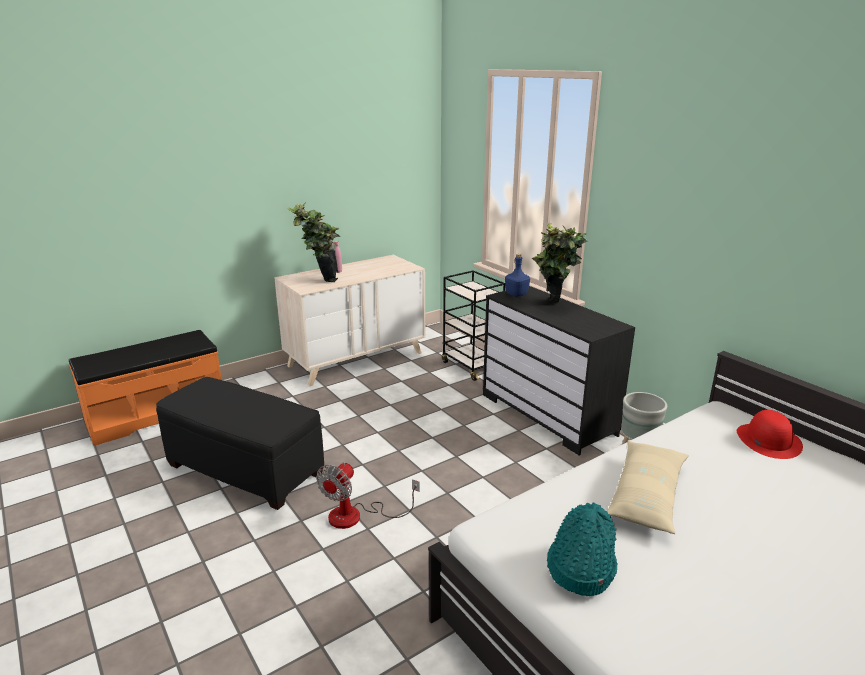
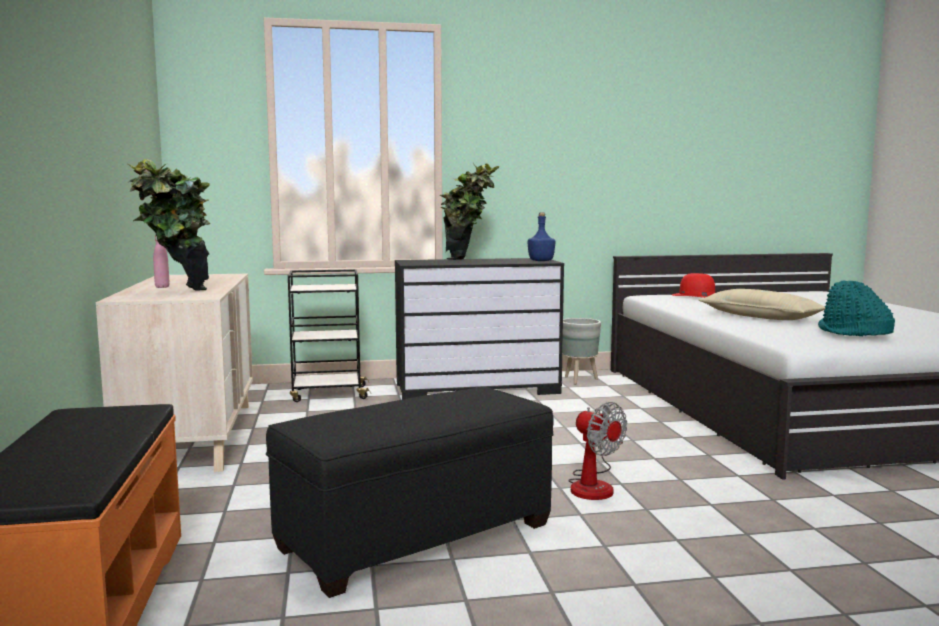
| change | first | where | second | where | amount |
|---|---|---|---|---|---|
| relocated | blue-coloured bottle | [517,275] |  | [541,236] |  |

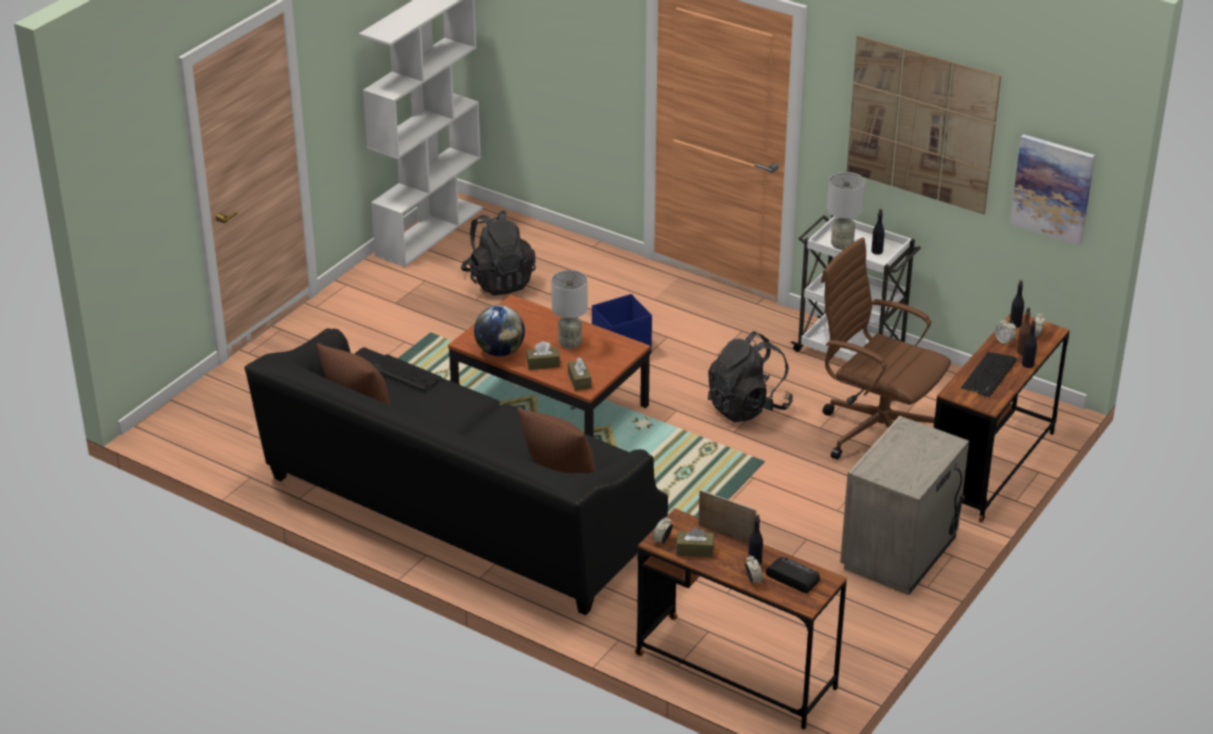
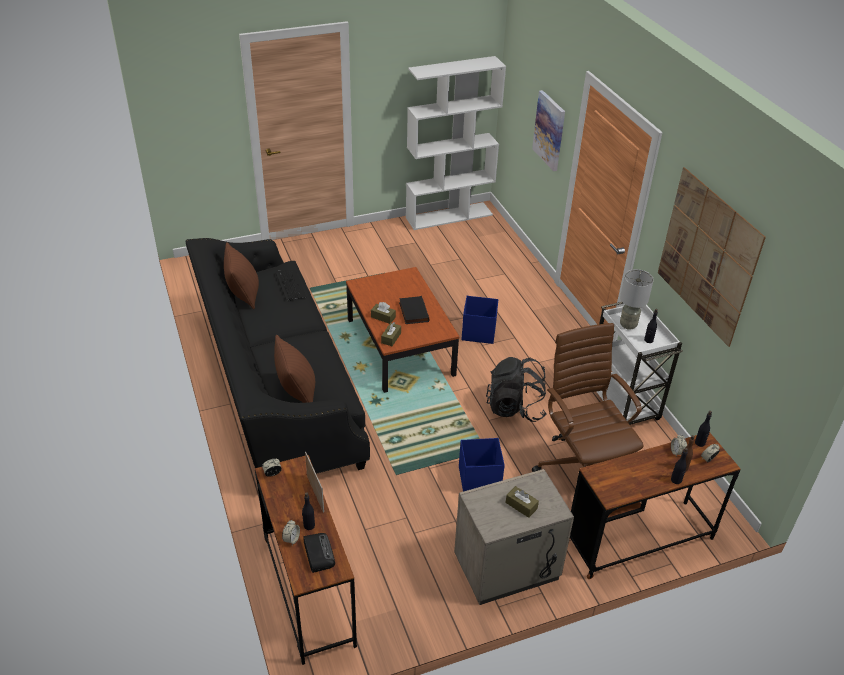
| change | first | where | second | where | amount |
|---|---|---|---|---|---|
| exchanged | grey tabletop lamp | [569,309] | blackish volume | [414,310] |  |
| appeared |  |  | blue-coloured storage container | [482,464] |  |
| relocated | brown-coloured tissue holder | [695,542] |  | [522,502] |  |
| relocated | wall picture | [1052,189] |  | [548,130] |  |
| missing | blackish rucksack | [498,253] |  |  |  |
| missing | globe | [499,330] |  |  |  |
| missing | keyboard | [989,374] |  |  |  |

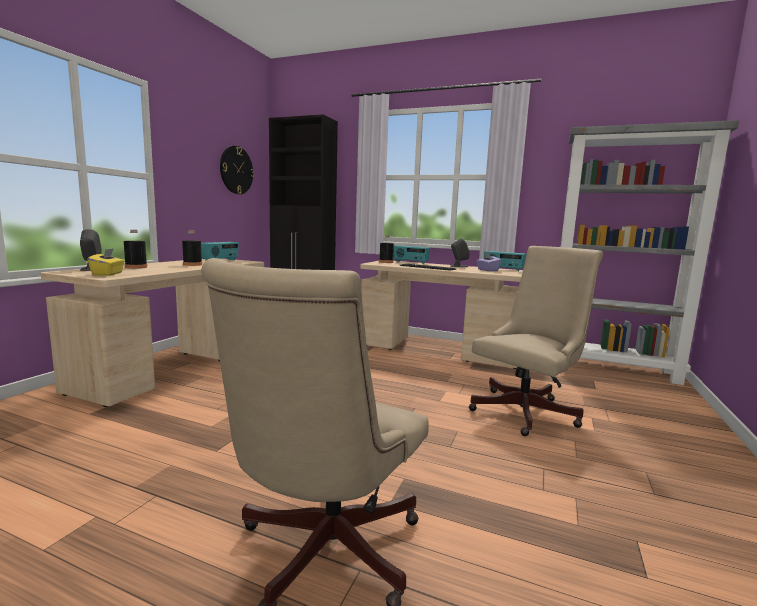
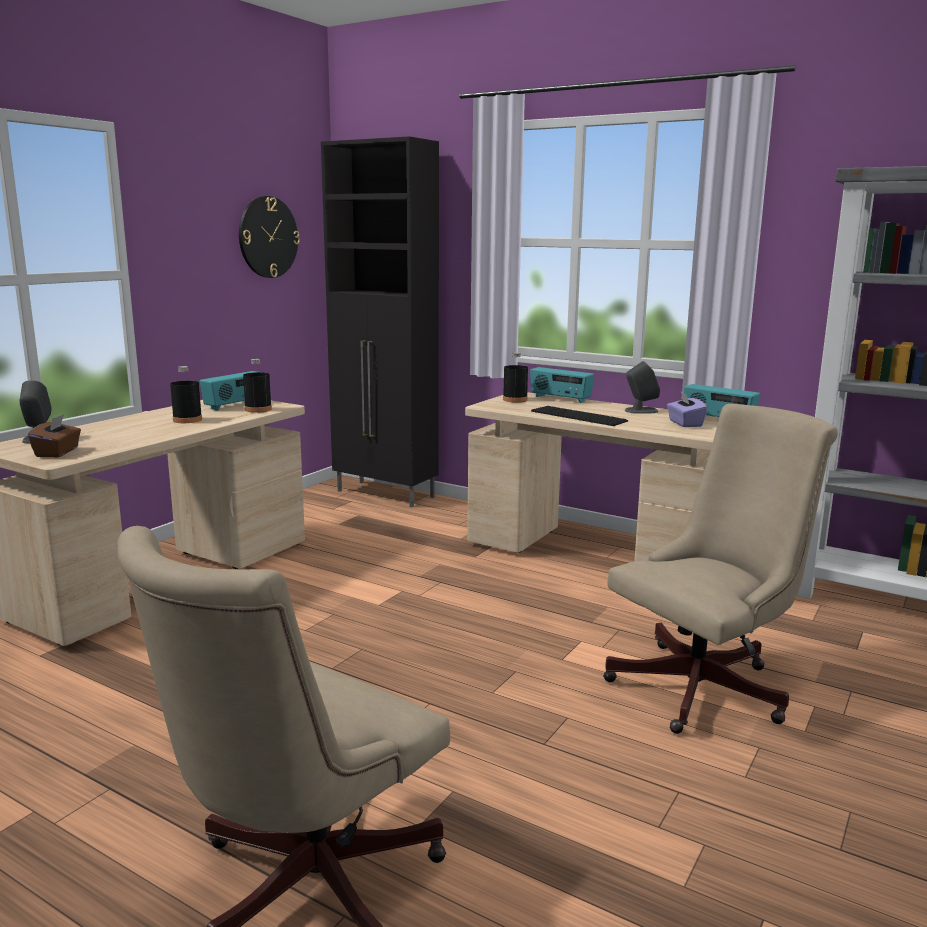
| change | first | where | second | where | amount |
|---|---|---|---|---|---|
| colour | yellowish tissue holder | [106,262] | brown-coloured tissue holder | [54,435] |  |
| relocated | blackish bottle | [135,249] |  | [257,386] |  |

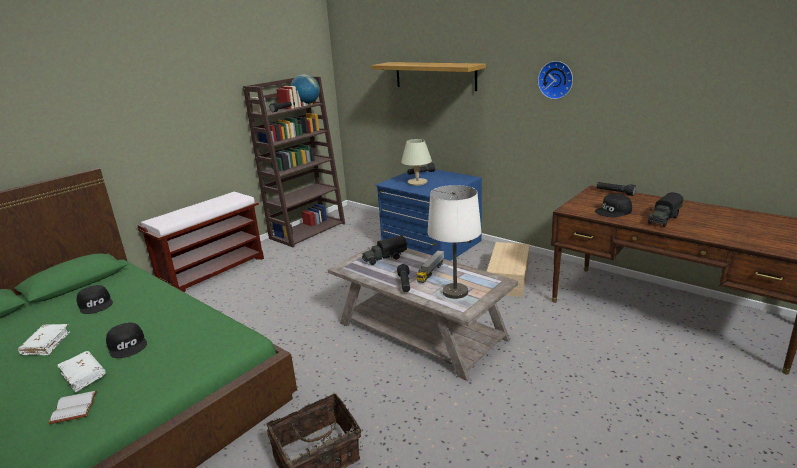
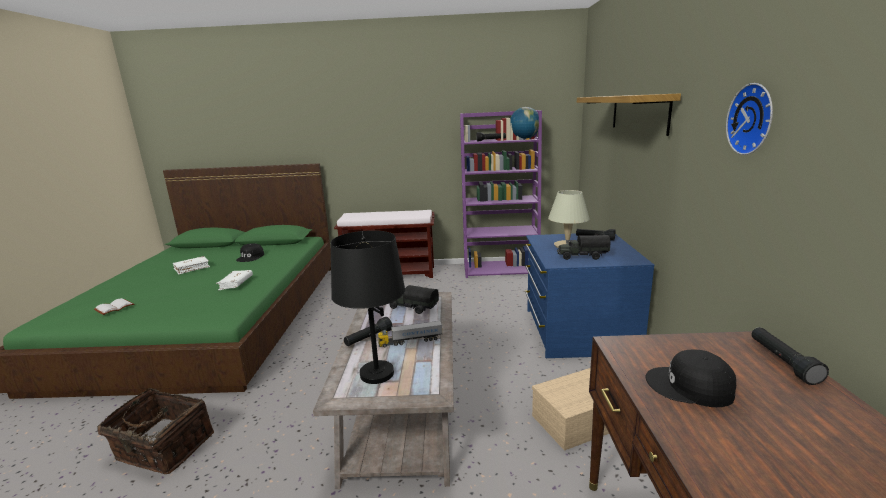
| change | first | where | second | where | amount |
|---|---|---|---|---|---|
| relocated | white-coloured volume | [81,372] |  | [234,280] |  |
| colour | white-coloured tabletop lamp | [454,242] | blackish tabletop lamp | [367,307] |  |
| colour | brown-coloured bookcase | [294,161] | purple-coloured bookcase | [501,194] |  |
| relocated | toy truck | [665,209] |  | [584,247] |  |
| missing | blackish cap | [126,340] |  |  |  |

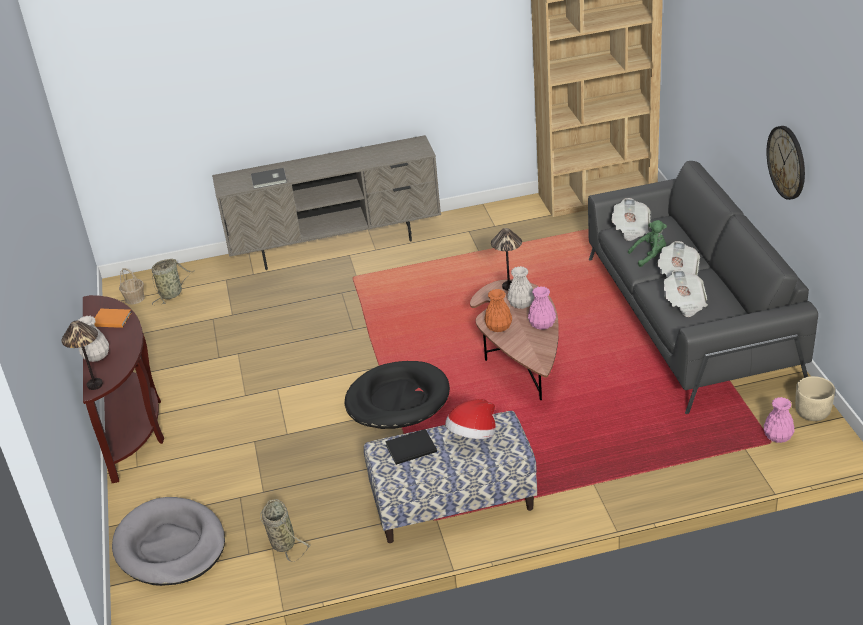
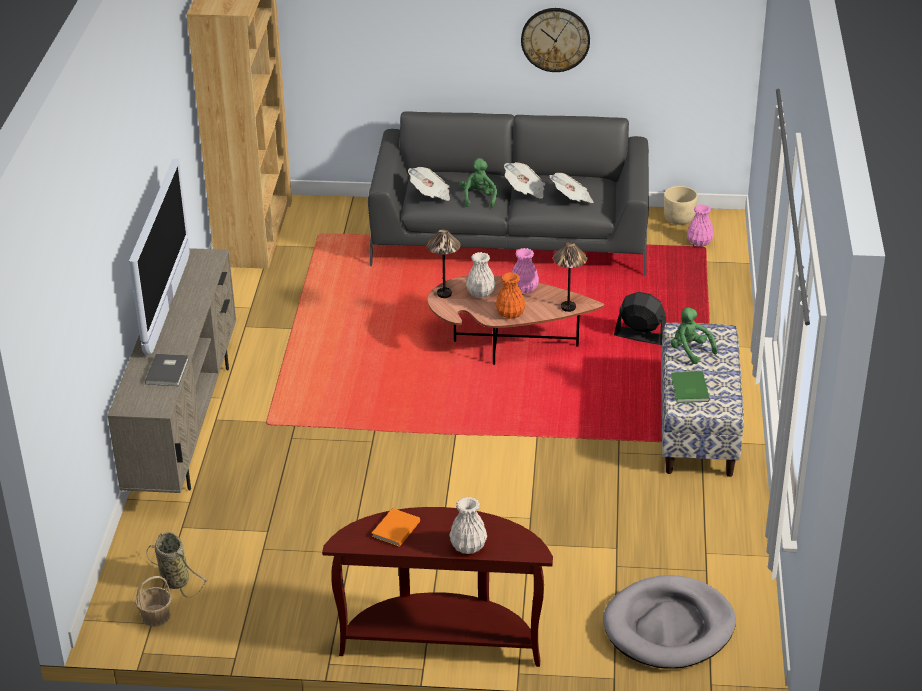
| change | first | where | second | where | amount |
|---|---|---|---|---|---|
| appeared |  |  | TV set | [159,257] |  |
| relocated | tabletop lamp | [82,355] |  | [570,277] |  |
| appeared |  |  | blackish electric fan | [640,318] |  |
| exchanged | hat | [470,419] | green soft toy | [694,336] |  |
| colour | blackish volume | [411,447] | green volume | [690,387] |  |
| missing | storage basket | [285,530] |  |  |  |
| missing | blackish dog bed | [397,395] |  |  |  |

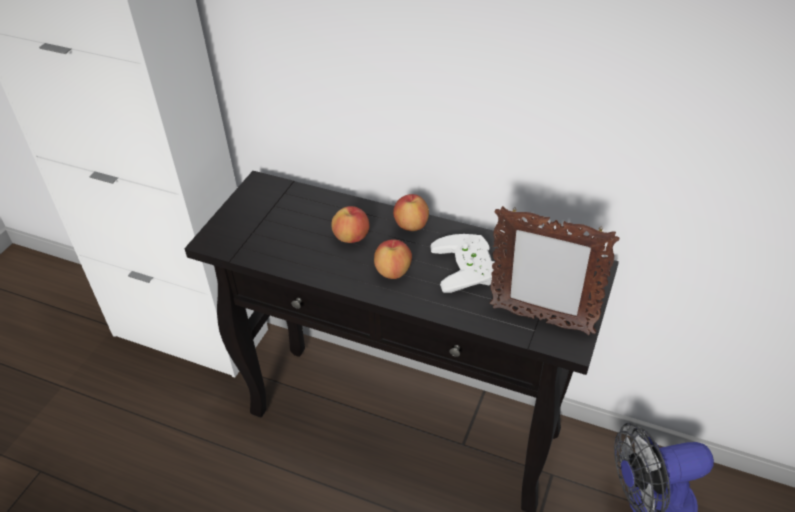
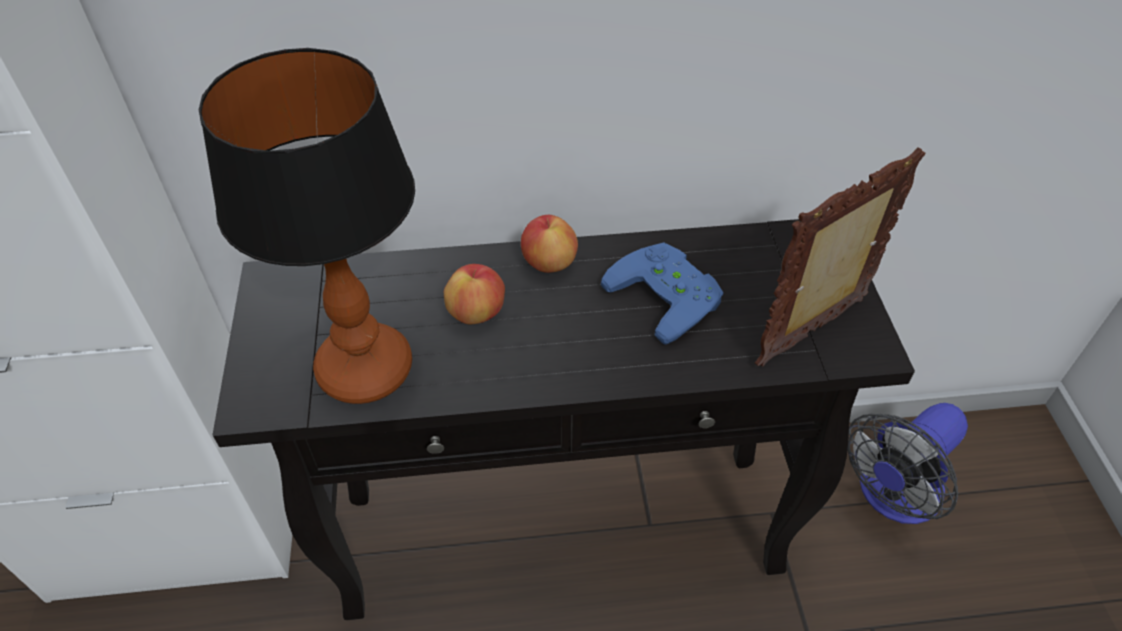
| change | first | where | second | where | amount |
|---|---|---|---|---|---|
| appeared |  |  | tabletop lamp | [307,226] |  |
| colour | white-coloured joypad | [462,263] | blue-coloured joypad | [662,293] |  |
| spun | photo frame | [555,270] |  | [840,257] | 150 degrees clockwise |
| missing | apple | [393,259] |  |  |  |

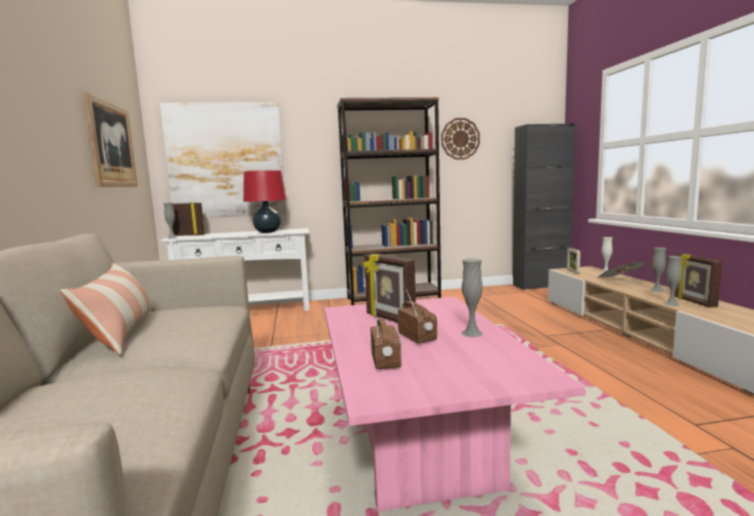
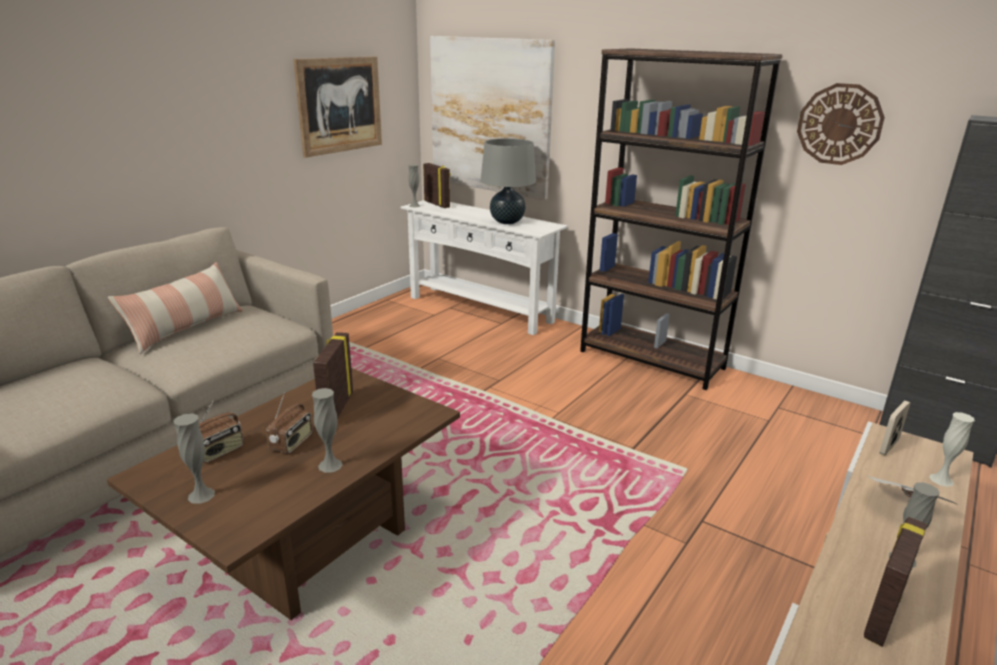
| change | first | where | second | where | amount |
|---|---|---|---|---|---|
| colour | pinkish low table | [454,404] | brown-coloured low table | [283,494] |  |
| relocated | grey vase | [673,281] |  | [194,458] |  |
| colour | red tabletop lamp | [265,201] | grey tabletop lamp | [508,181] |  |

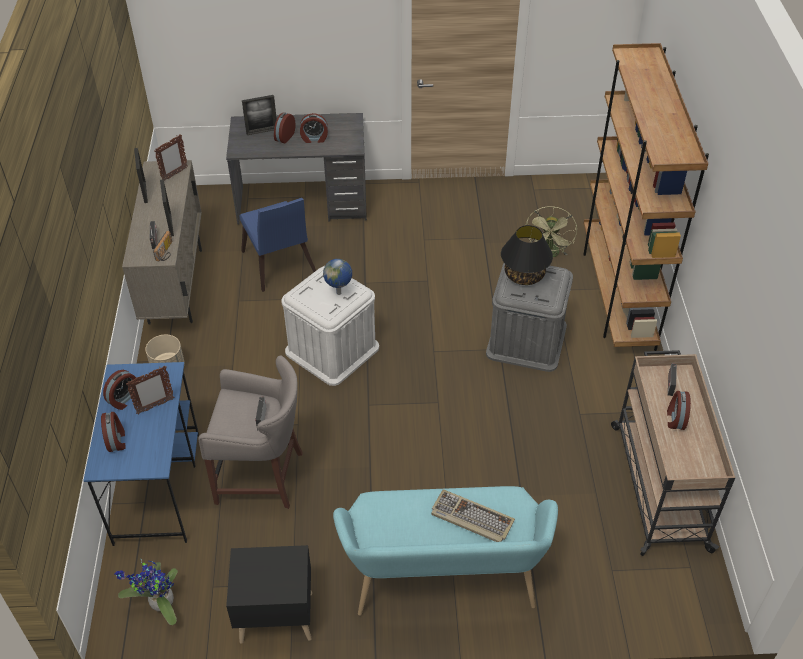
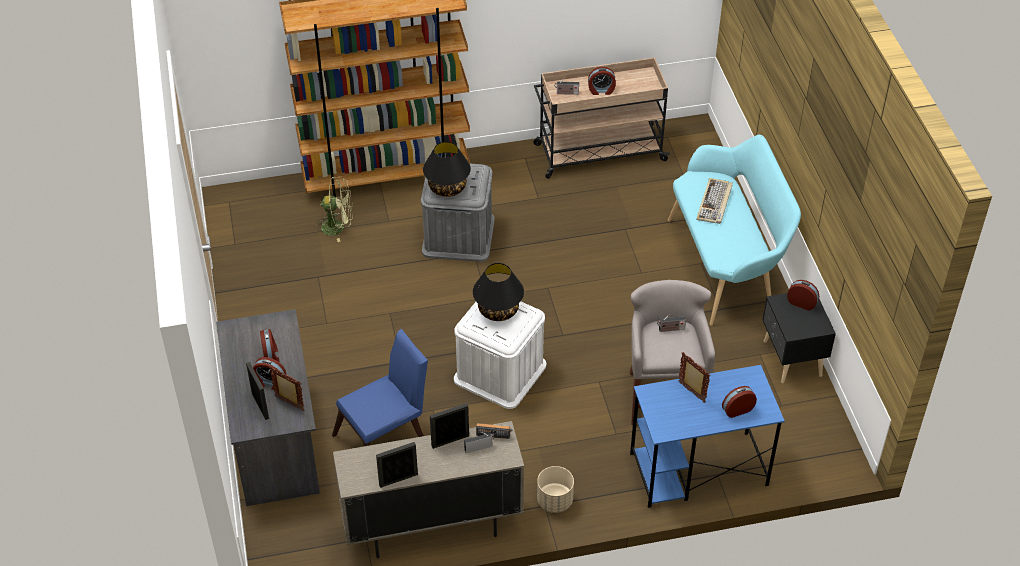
| change | first | where | second | where | amount |
|---|---|---|---|---|---|
| relocated | photo frame | [171,157] |  | [286,388] |  |
| exchanged | globe | [337,277] | blackish tabletop lamp | [498,292] |  |
| relocated | alarm clock | [120,390] |  | [803,295] |  |
| missing | potted plant | [146,592] |  |  |  |

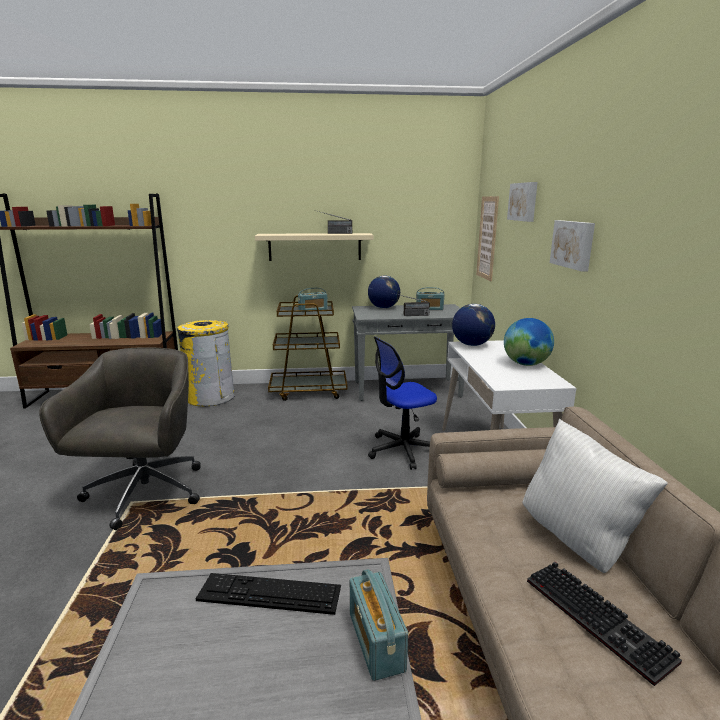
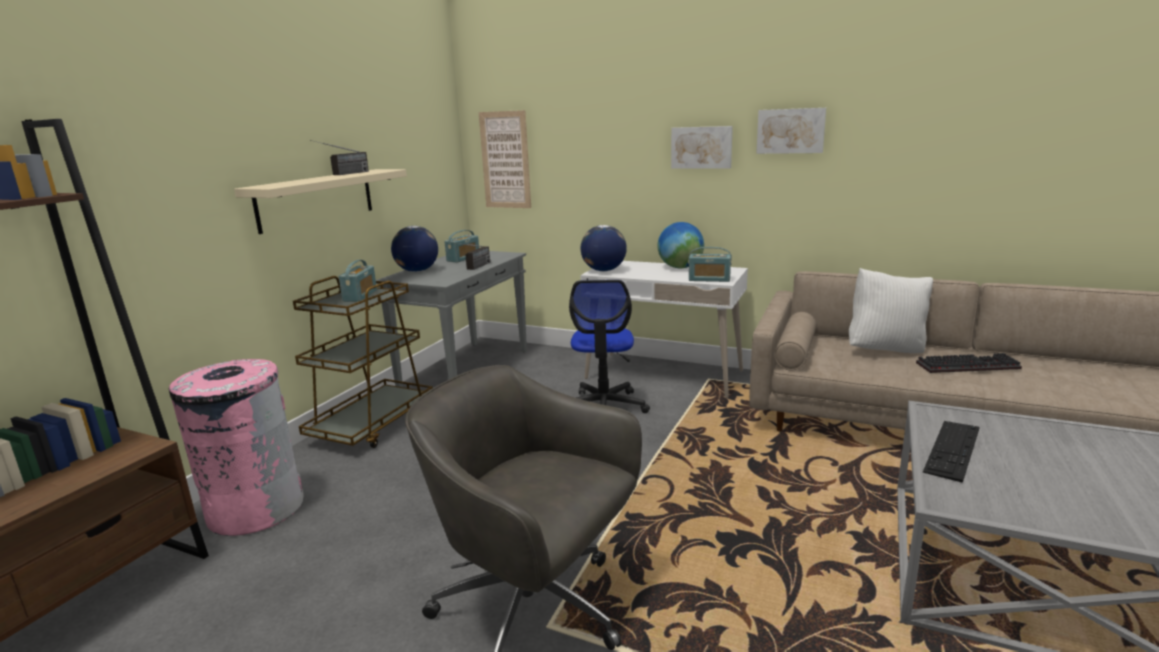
| change | first | where | second | where | amount |
|---|---|---|---|---|---|
| colour | yellowish trash can | [206,363] | pinkish trash can | [236,447] |  |
| relocated | radio set | [379,625] |  | [710,264] |  |
| relocated | wall picture | [522,202] |  | [791,131] |  |

